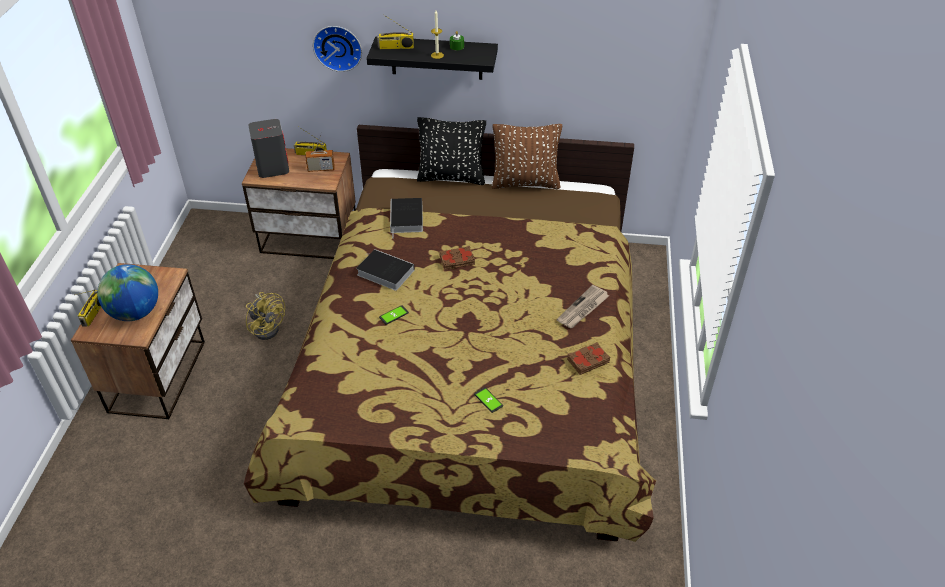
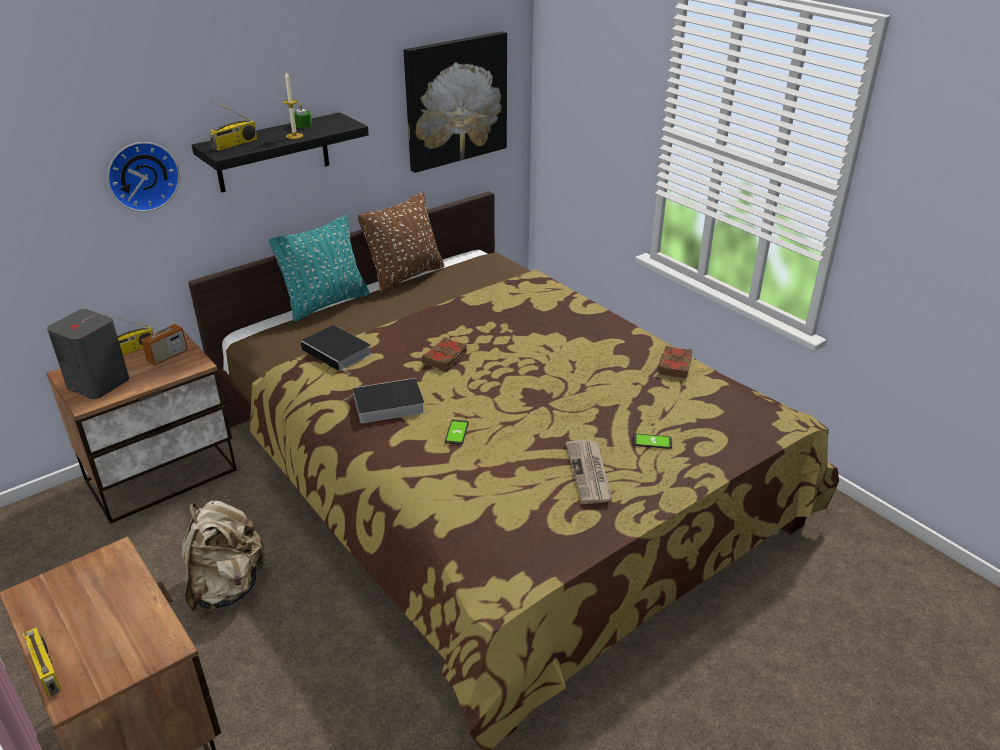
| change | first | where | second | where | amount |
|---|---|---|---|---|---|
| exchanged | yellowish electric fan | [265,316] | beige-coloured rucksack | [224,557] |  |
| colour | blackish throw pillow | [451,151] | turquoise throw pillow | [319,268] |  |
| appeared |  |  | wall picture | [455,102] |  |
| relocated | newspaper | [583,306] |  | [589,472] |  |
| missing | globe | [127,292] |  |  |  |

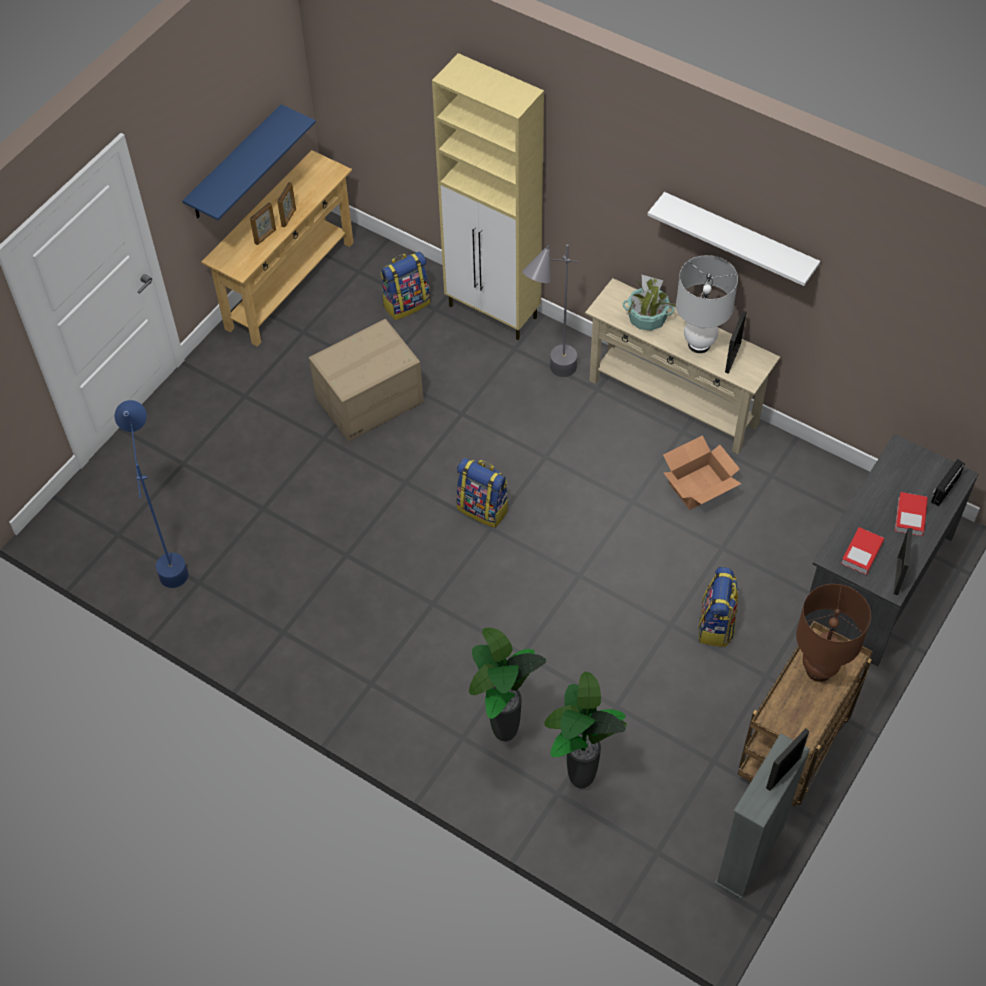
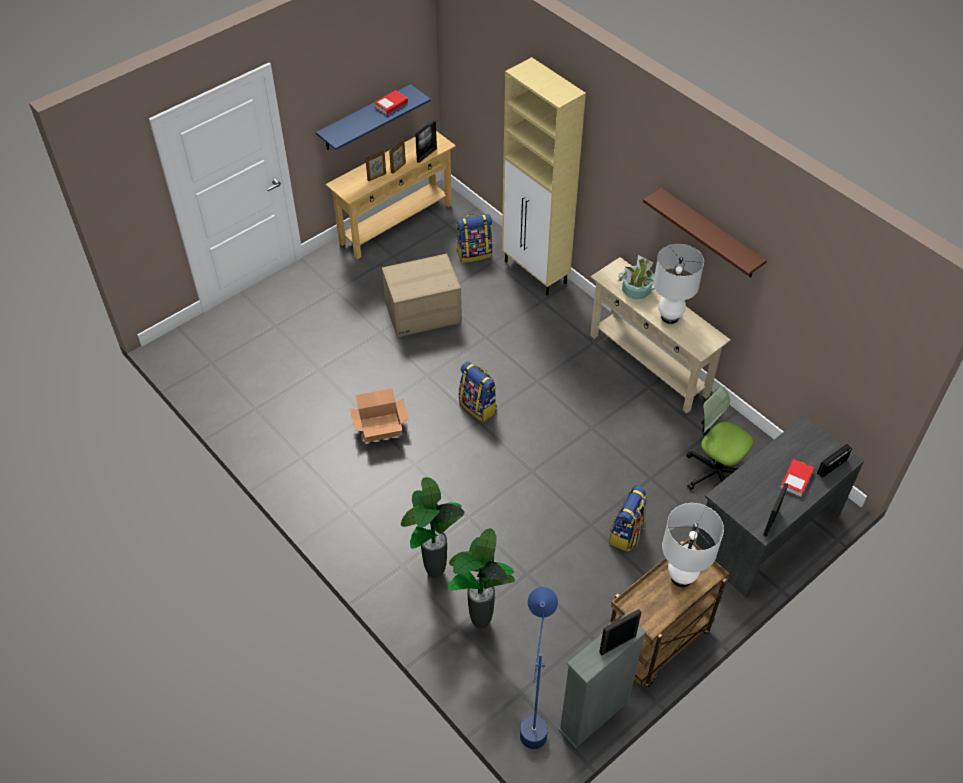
| change | first | where | second | where | amount |
|---|---|---|---|---|---|
| relocated | cardboard box | [702,472] |  | [379,415] |  |
| relocated | volume | [863,551] |  | [391,102] |  |
| relocated | photo frame | [735,342] |  | [426,141] |  |
| relocated | blue-coloured standard lamp | [151,494] |  | [539,668] |  |
| colour | white-coloured bracket shelf | [734,239] | brown-coloured bracket shelf | [705,232] |  |
| colour | brown-coloured tabletop lamp | [833,633] | white-coloured tabletop lamp | [693,545] |  |
| appeared |  |  | desk chair | [719,438] |  |
| missing | grey standard lamp | [550,310] |  |  |  |

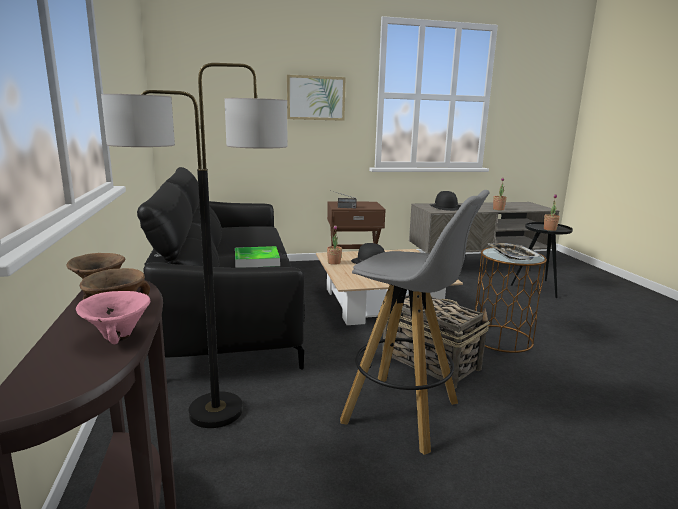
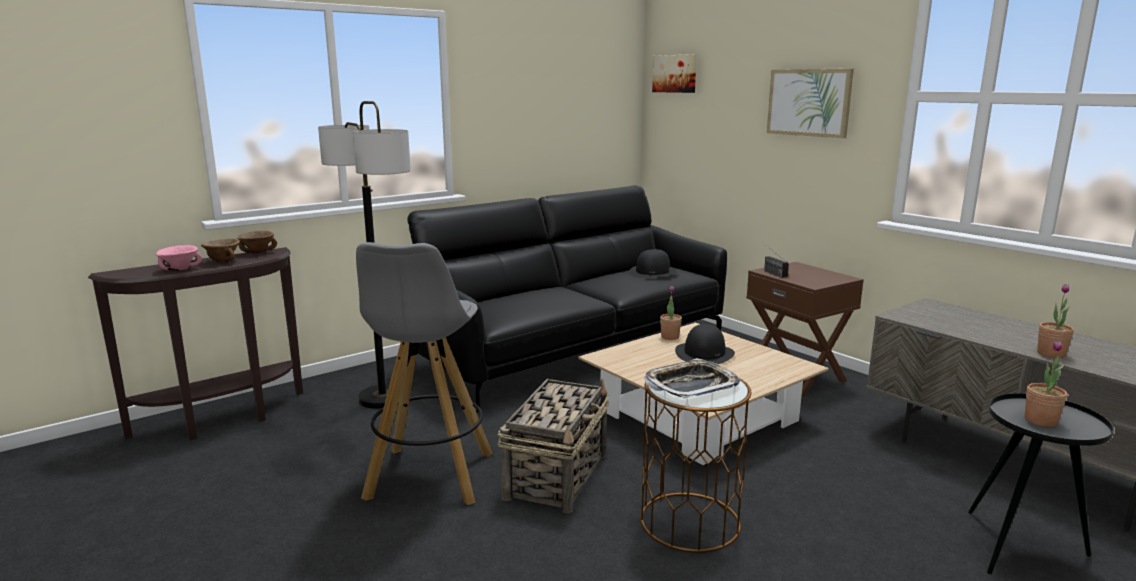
| change | first | where | second | where | amount |
|---|---|---|---|---|---|
| relocated | blackish hat | [445,201] |  | [653,263] |  |
| appeared |  |  | wall picture | [674,73] |  |
| missing | serving tray | [257,257] |  |  |  |

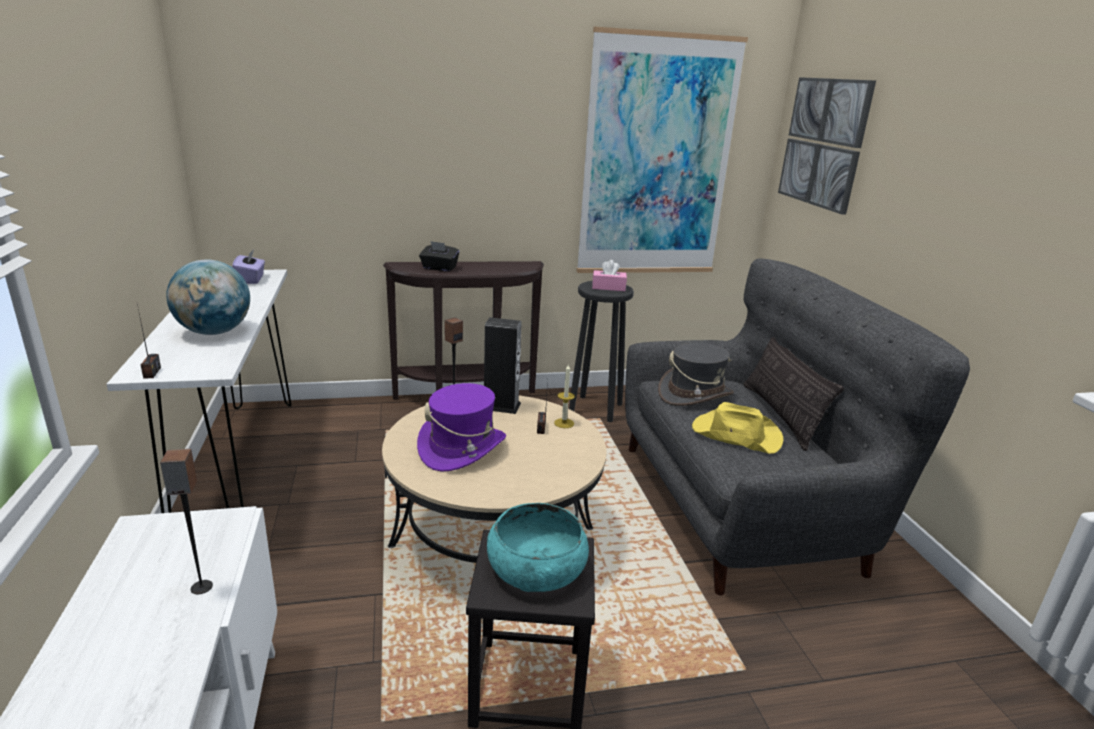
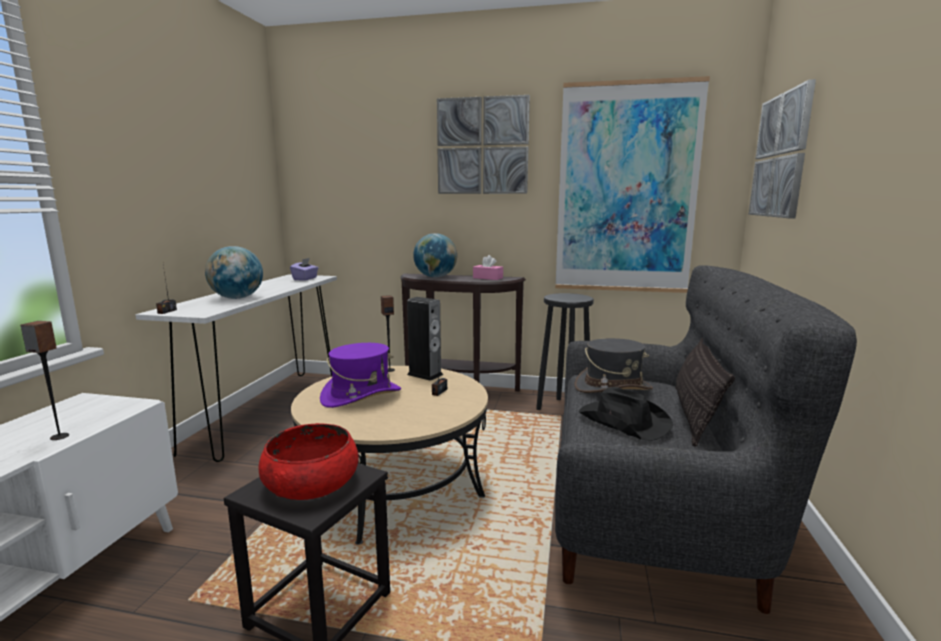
| change | first | where | second | where | amount |
|---|---|---|---|---|---|
| colour | turquoise bowl | [538,547] | red bowl | [309,461] |  |
| exchanged | blackish tissue holder | [439,256] | globe | [435,255] |  |
| appeared |  |  | wall picture | [483,144] |  |
| relocated | pinkish tissue holder | [609,275] |  | [488,267] |  |
| colour | yellowish hat | [737,428] | blackish hat | [625,414] |  |
| missing | candle | [564,395] |  |  |  |

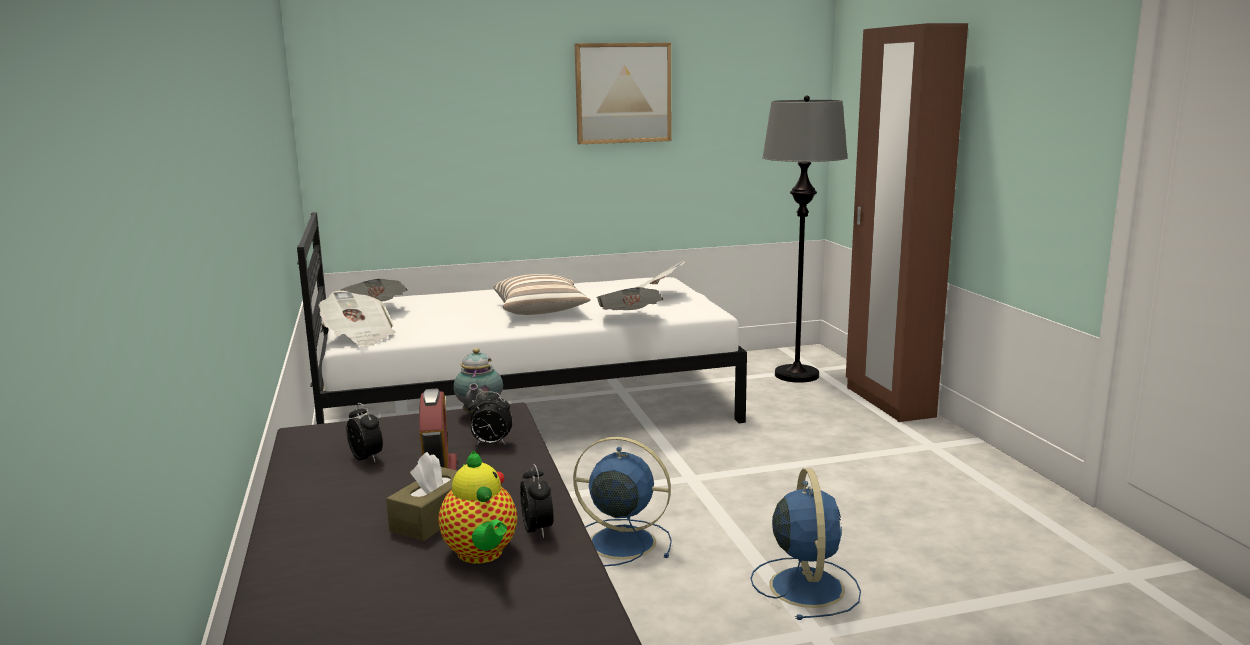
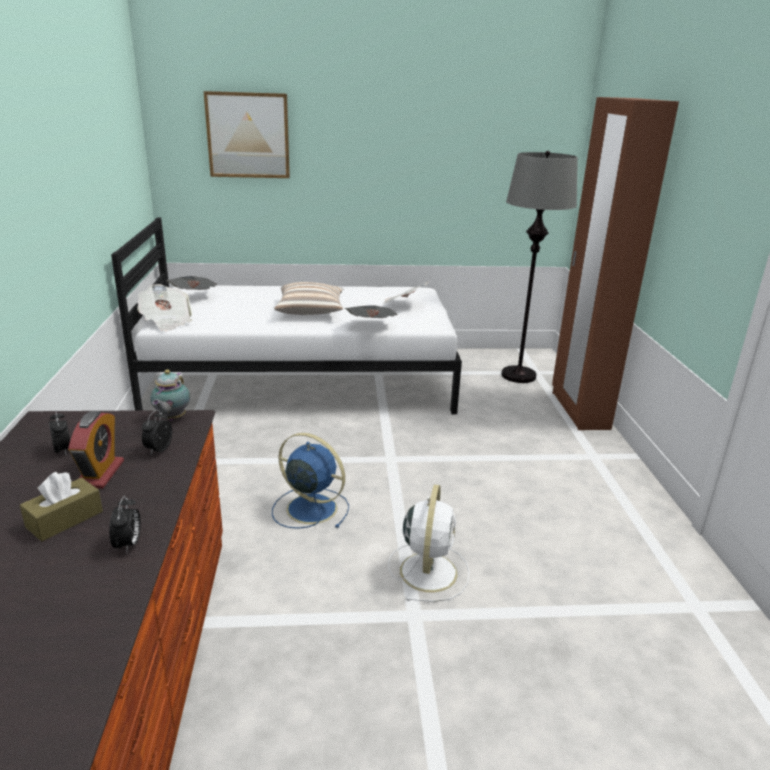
| change | first | where | second | where | amount |
|---|---|---|---|---|---|
| spun | alarm clock | [490,418] |  | [157,432] | 90 degrees clockwise |
| relocated | wall picture | [623,93] |  | [247,134] |  |
| colour | blue-coloured electric fan | [806,544] | white-coloured electric fan | [429,543] |  |
| missing | pot for tea | [477,507] |  |  |  |

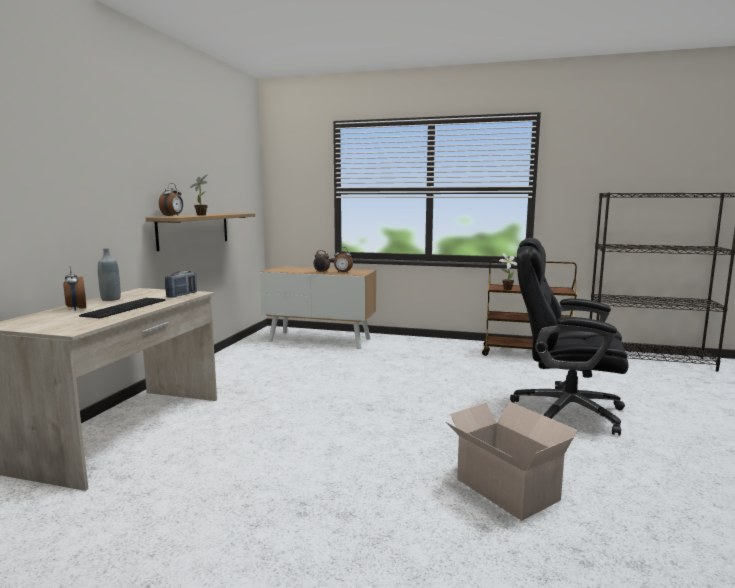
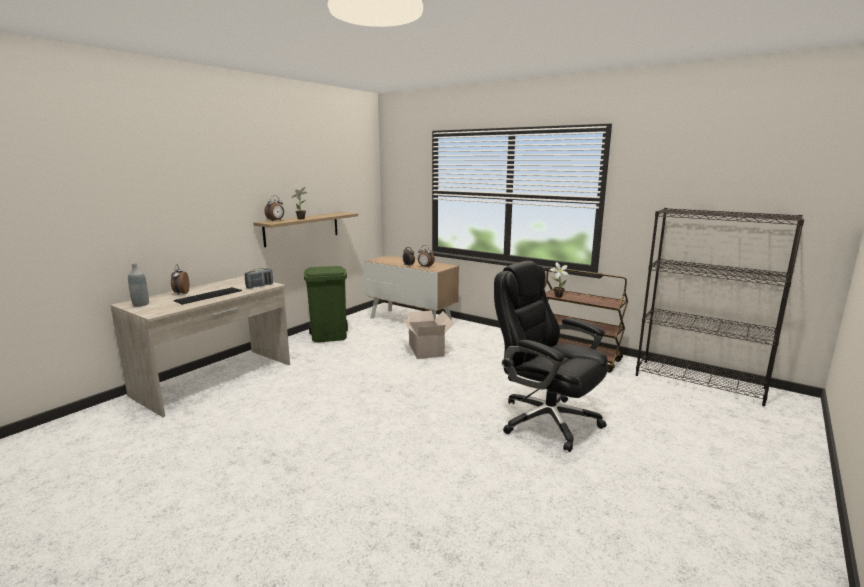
| change | first | where | second | where | amount |
|---|---|---|---|---|---|
| relocated | grey bottle | [109,274] |  | [138,284] |  |
| appeared |  |  | green trash can | [326,304] |  |
| relocated | cardboard box | [512,461] |  | [427,334] |  |

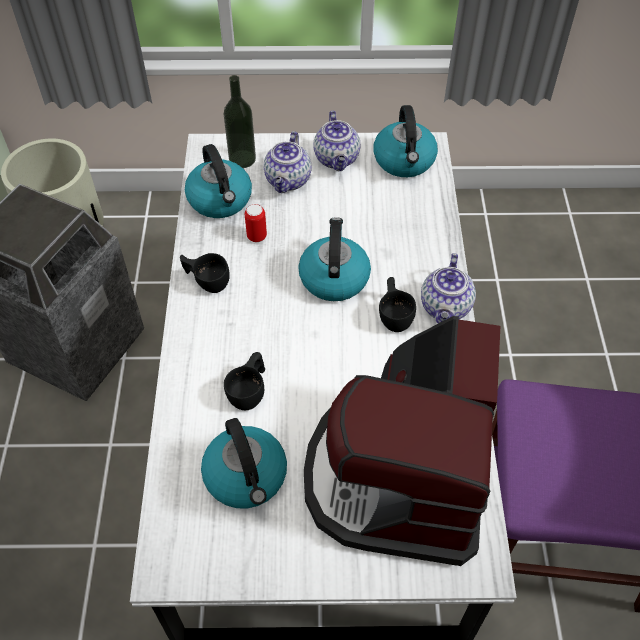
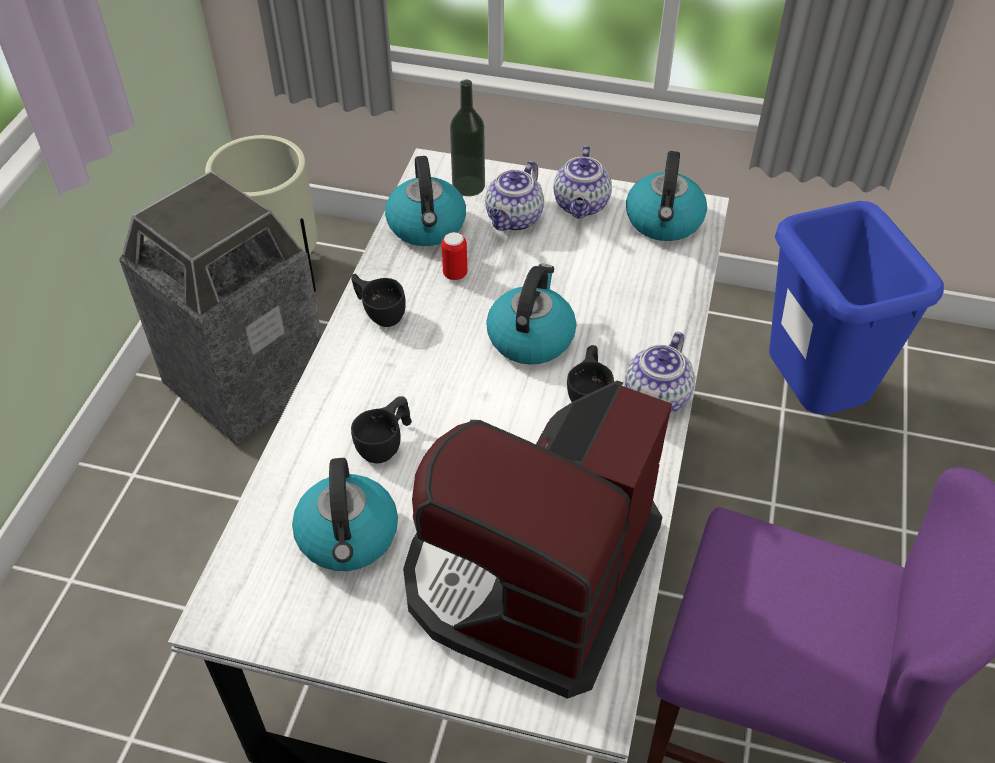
| change | first | where | second | where | amount |
|---|---|---|---|---|---|
| appeared |  |  | blue-coloured trash can | [856,308] |  |

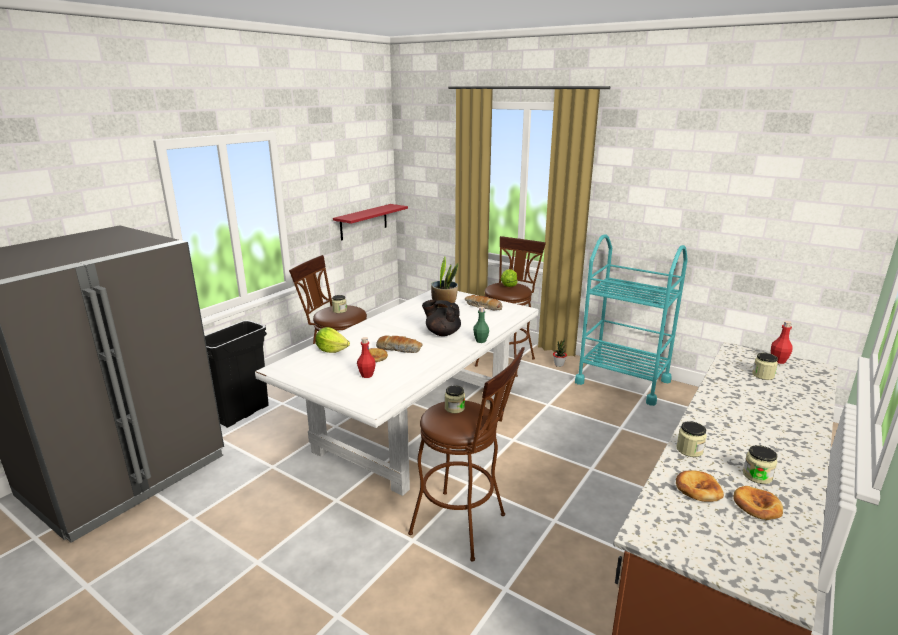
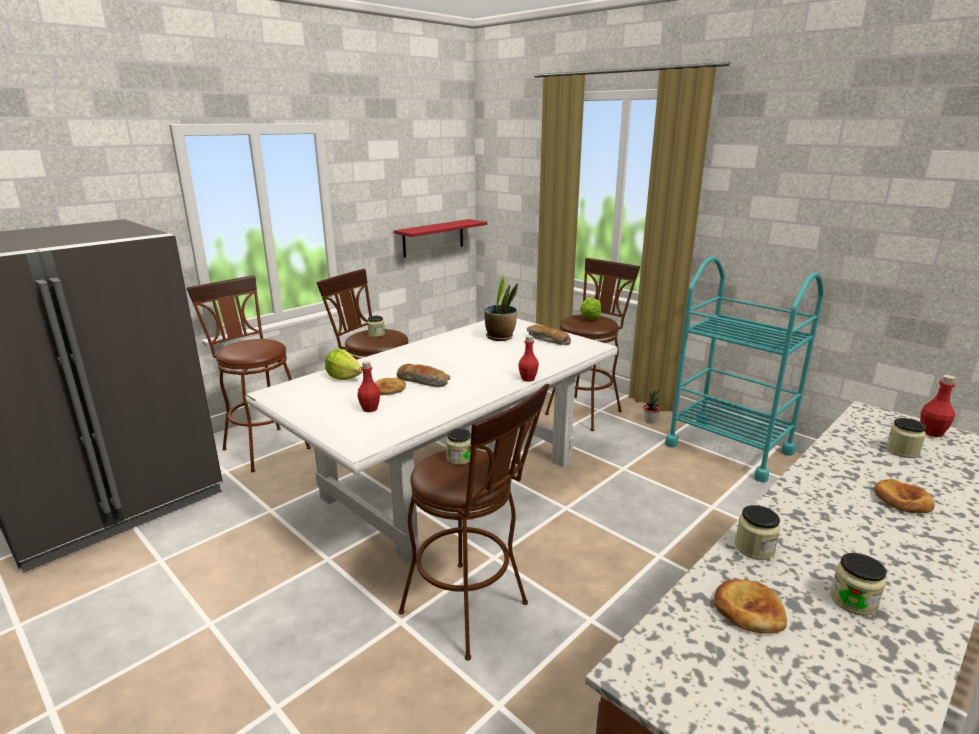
| change | first | where | second | where | amount |
|---|---|---|---|---|---|
| exchanged | blackish trash can | [237,374] | brown-coloured sitting stool | [249,373] |  |
| colour | green bottle | [481,325] | red bottle | [528,358] |  |
| relocated | baked bread | [758,503] |  | [904,496] |  |
| missing | blackish pot for tea | [441,318] |  |  |  |

